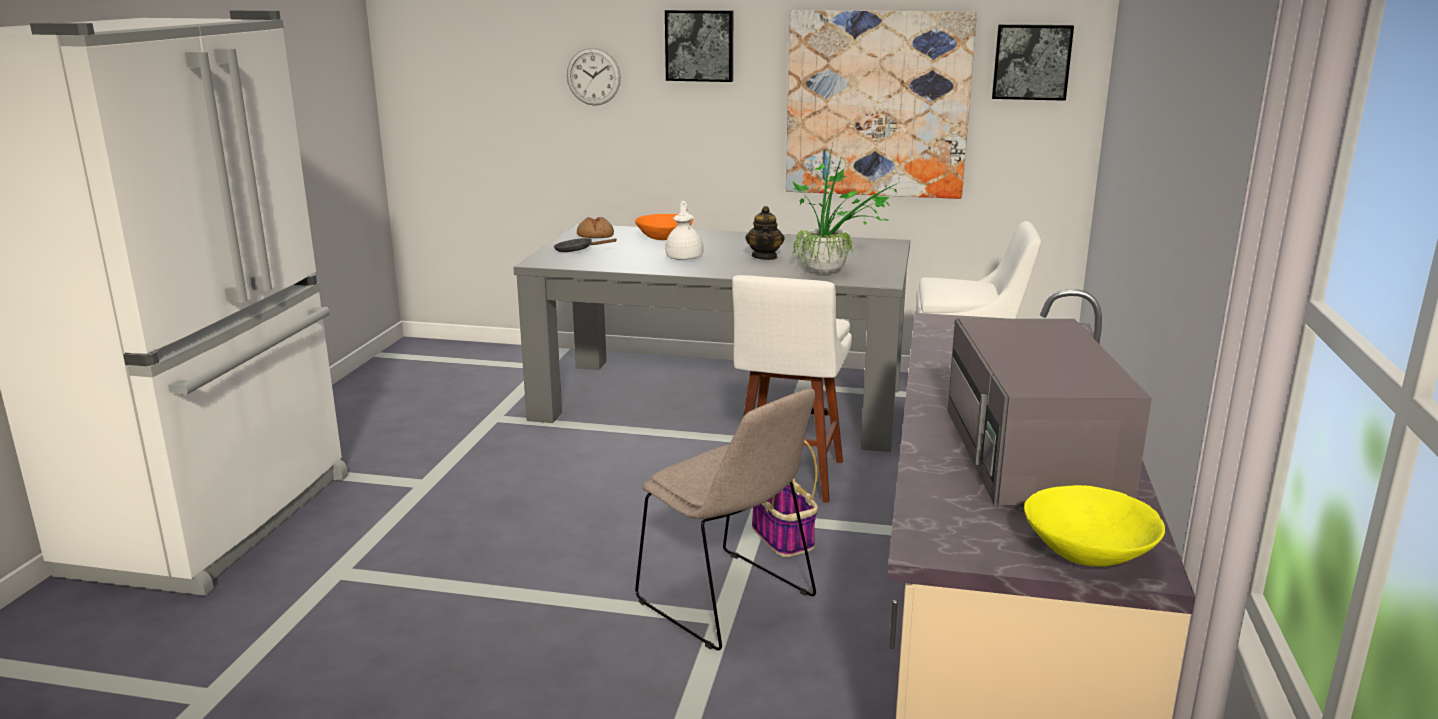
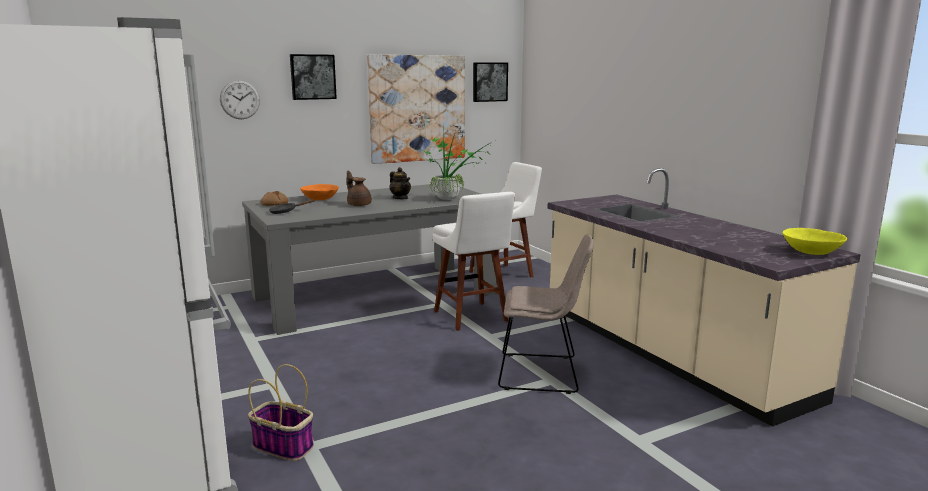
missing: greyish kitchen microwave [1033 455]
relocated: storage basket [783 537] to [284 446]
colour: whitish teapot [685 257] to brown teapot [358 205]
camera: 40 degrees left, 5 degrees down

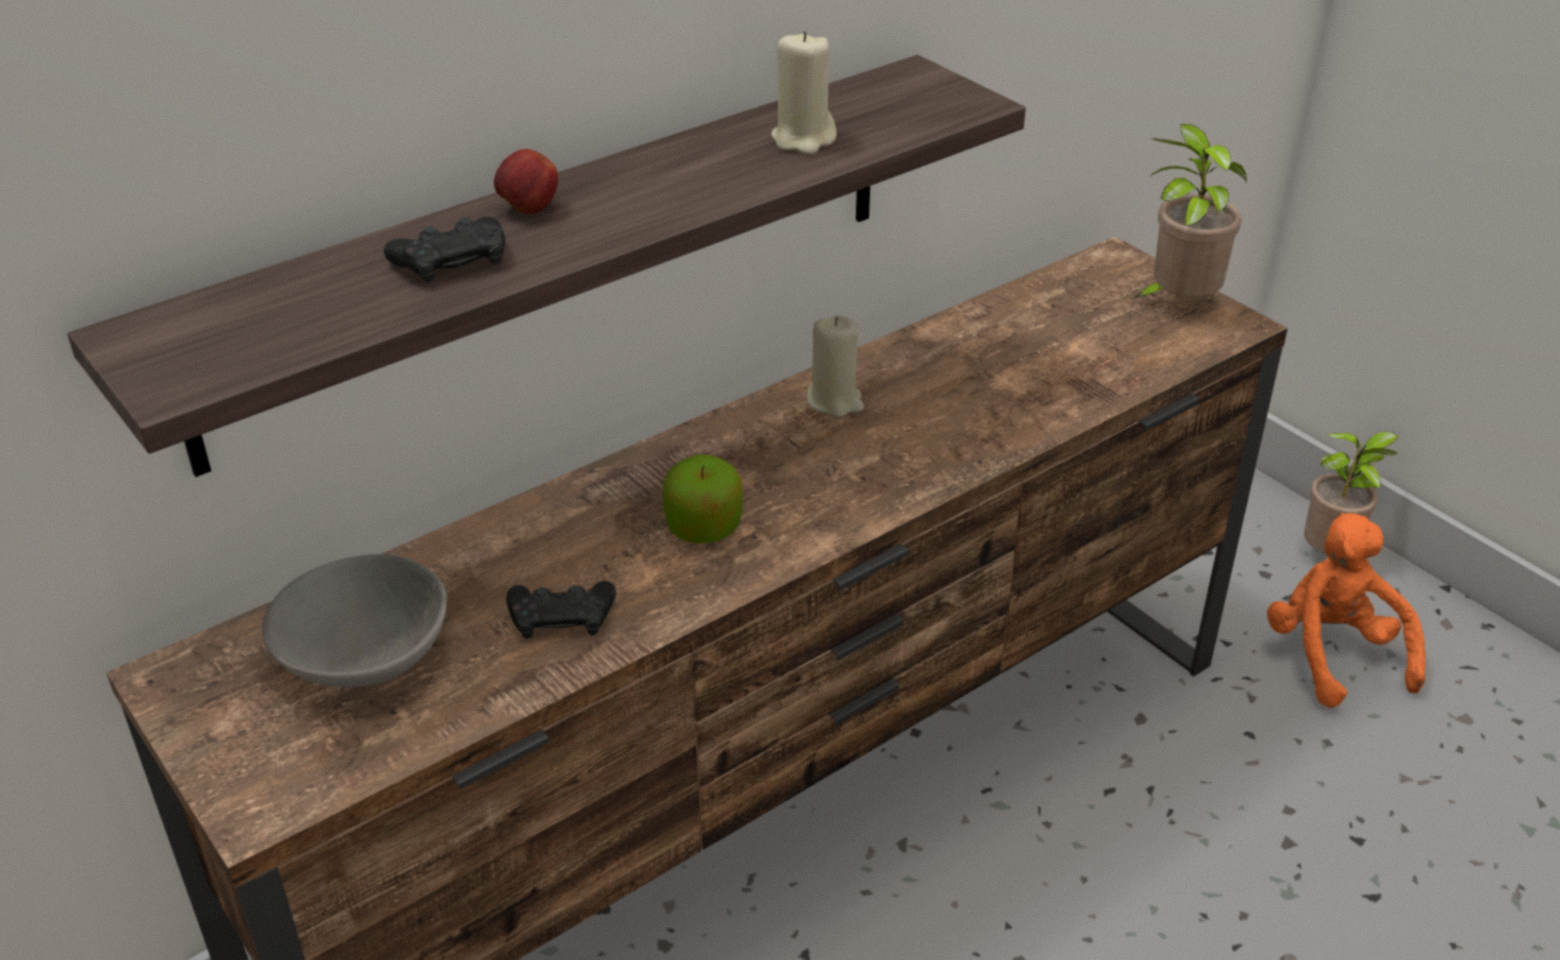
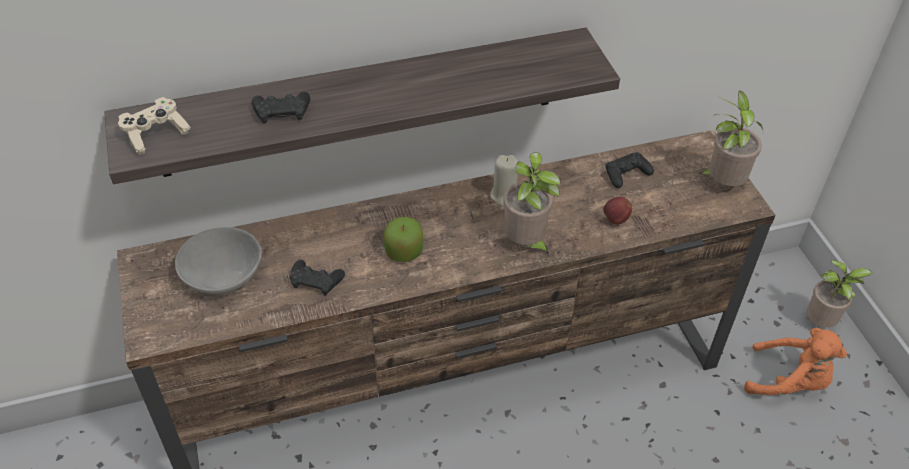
missing: beige wax candle [803 139]
appeared: beige gamepad [155 134]; houseplant [526 244]; black gamepad [626 174]
relocated: apple fruit [529 210] to [615 220]
spun: orangey cuddly toy [1332 654] = [789 381] 105 degrees clockwise
camera: 20 degrees right, 10 degrees up

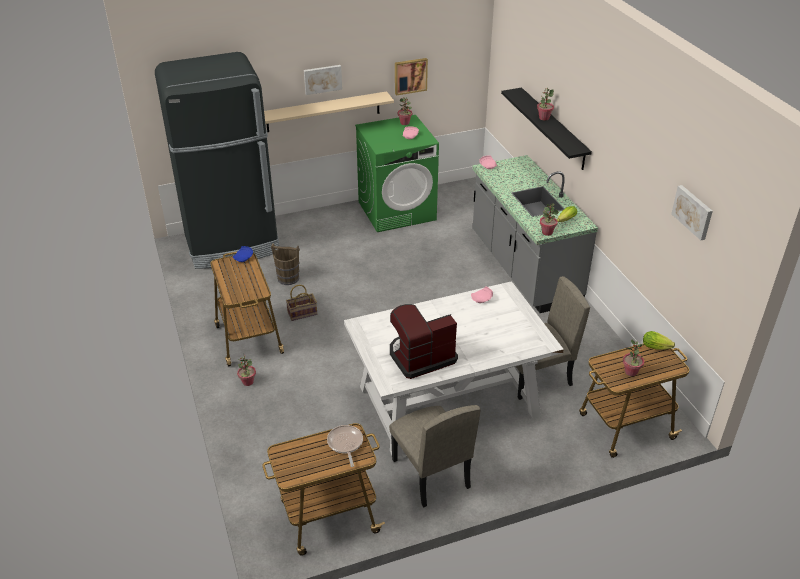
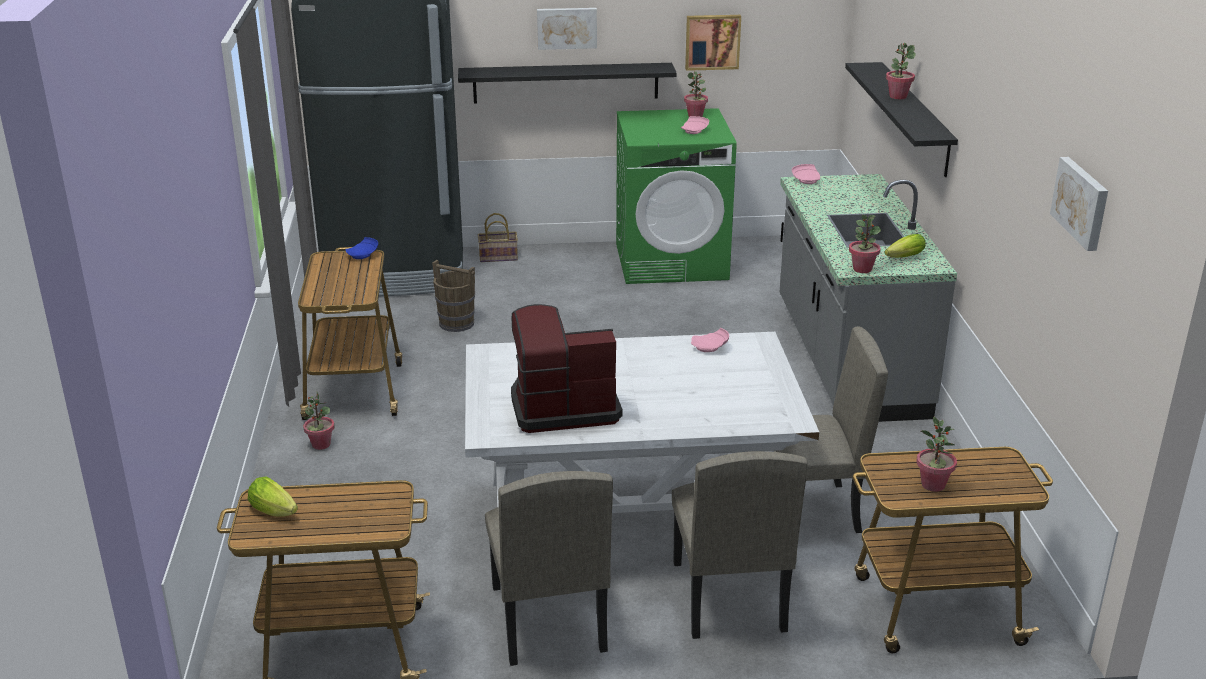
missing: skillet [345 444]
appeared: beige plain chair [727 596]
relocated: lettuce [657 347] to [275 511]; storage basket [303 313] to [499 257]
colour: beige wall shelf [323 112] to black wall shelf [566 83]
camera: 15 degrees right, 10 degrees down

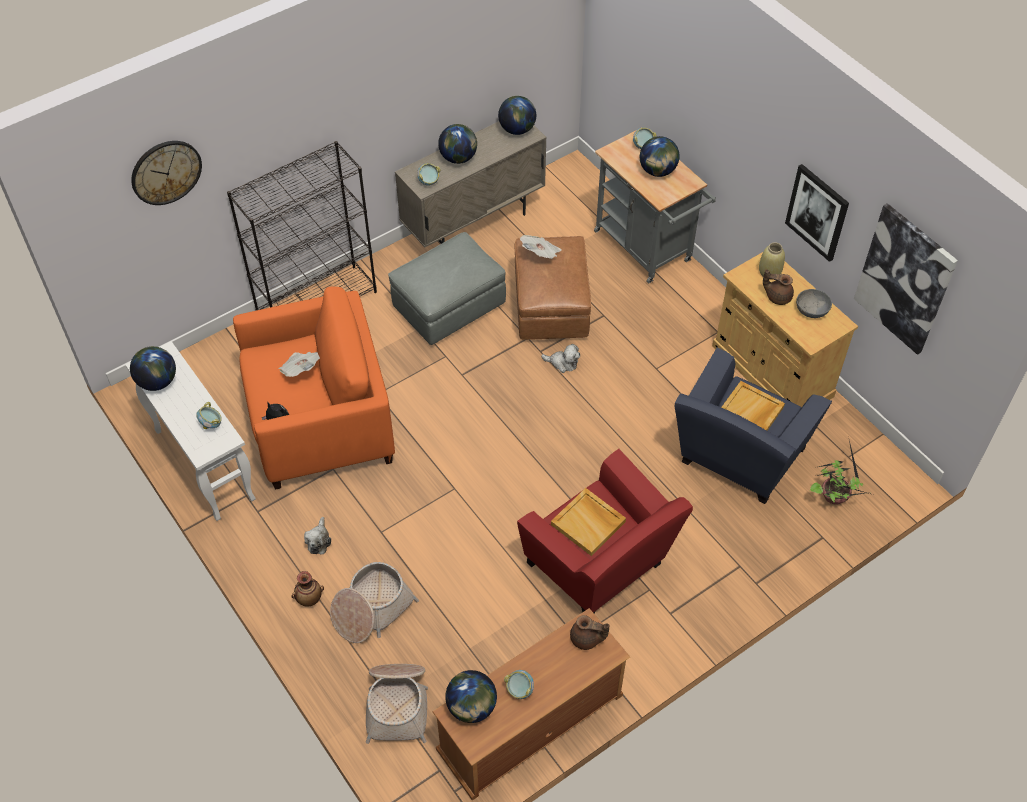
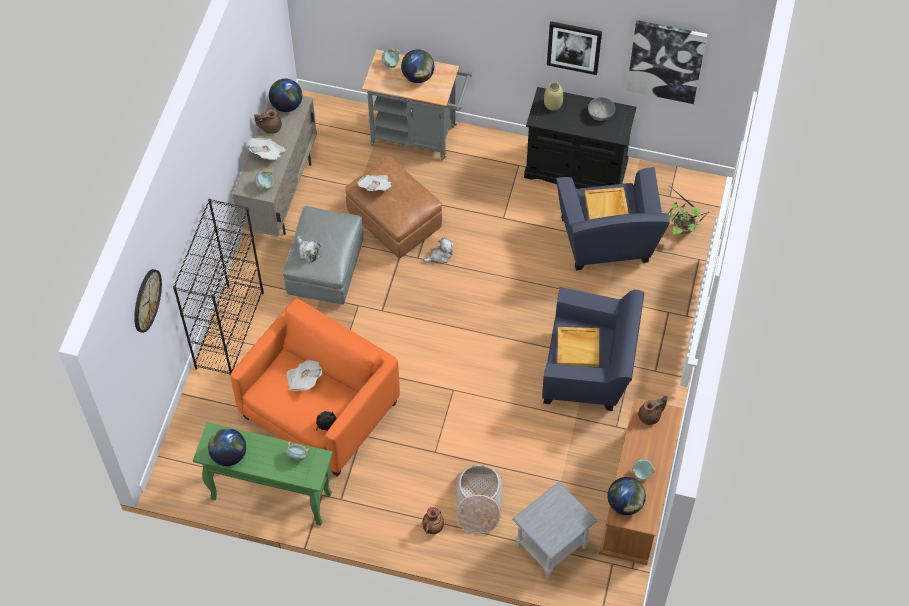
relocated: brown teapot [777 296] to [270 127]; cuddly toy [318 540] to [308 252]
exchanged: world globe [458 158] to printed paper [267 154]; storage basket [398 704] to greyish side table [551 546]
colour: whitish console table [203 464] to green-coloured console table [270 496]; beige storage cabinet [771 371] to black storage cabinet [575 170]; red-coloured armchair [600 566] to blue armchair [589 373]
camera: 40 degrees left, 5 degrees up

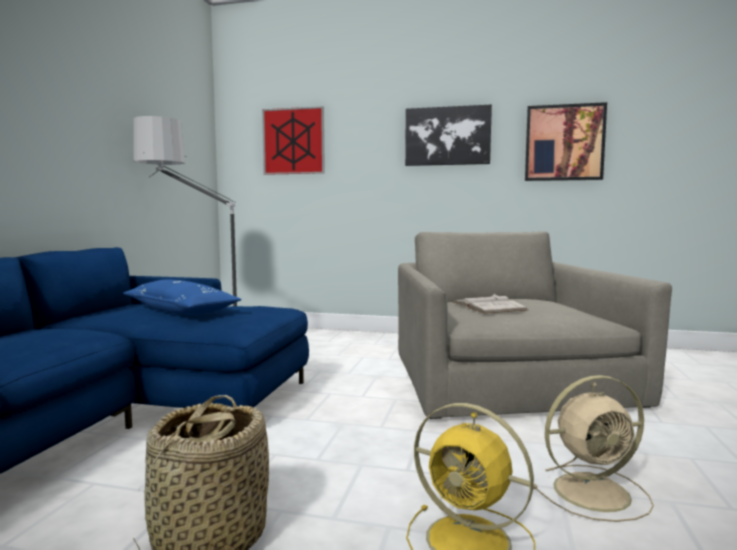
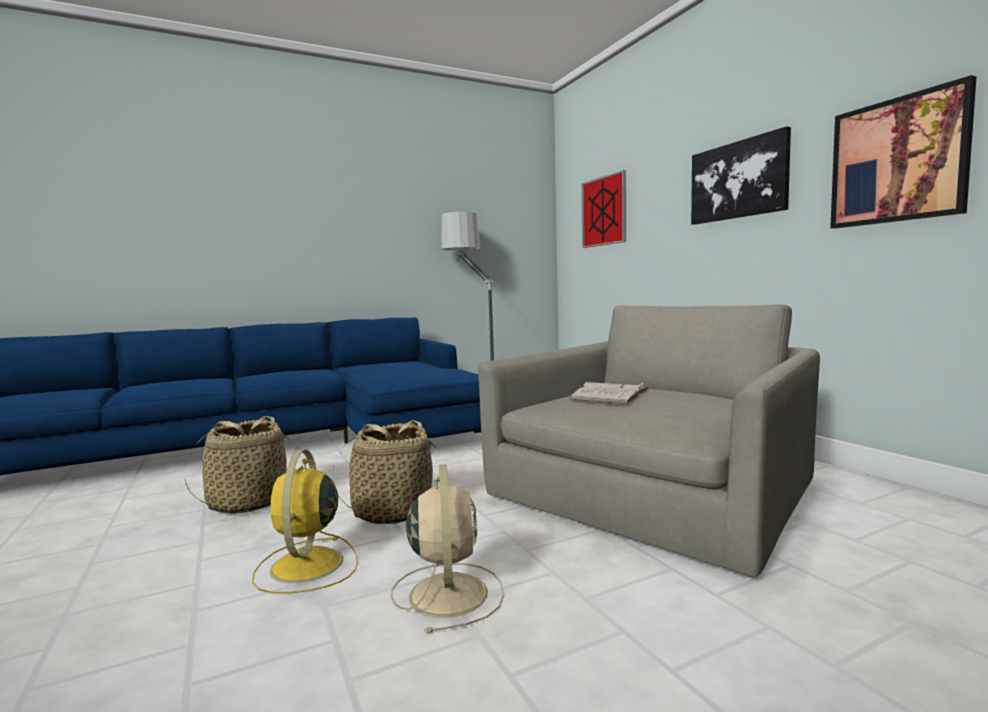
missing: blue pillow [181 310]
appeared: storage basket [392 512]
spun: beige electric fan [594 491] = [448 592] 135 degrees counterclockwise
camera: 50 degrees right, 0 degrees up

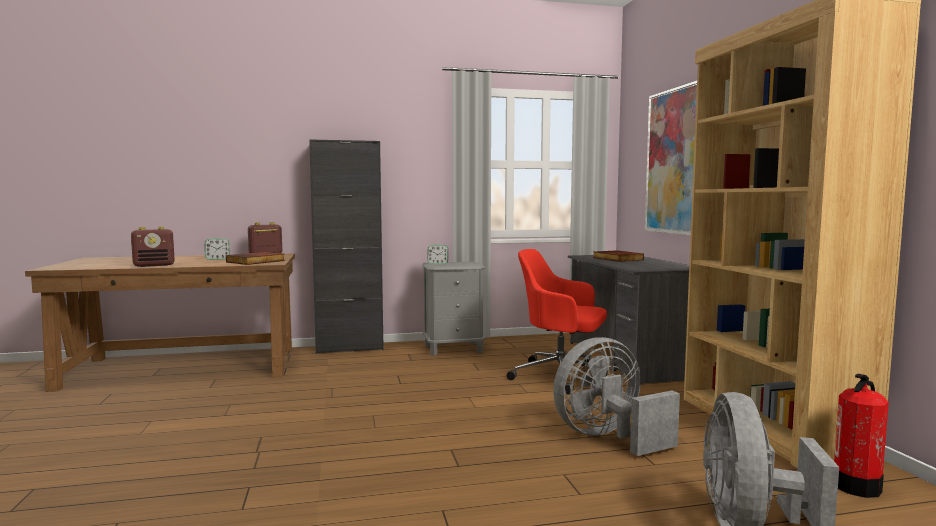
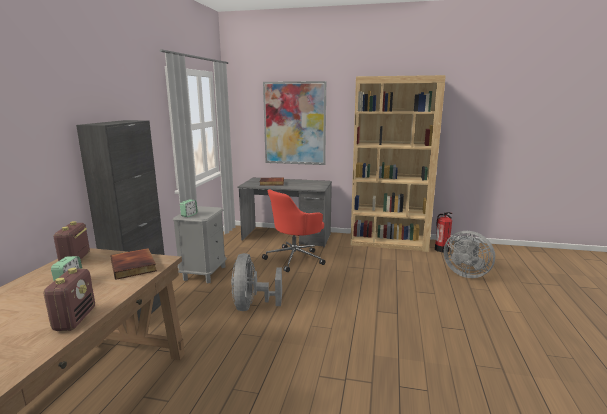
relocated: greyish electric fan [608 437] to [252 305]
camera: 65 degrees left, 10 degrees up

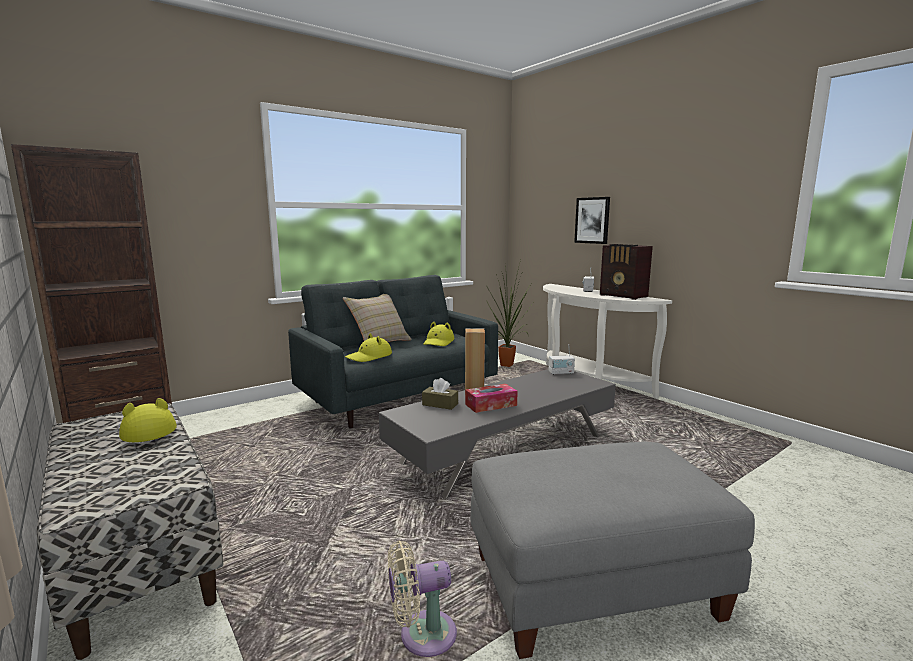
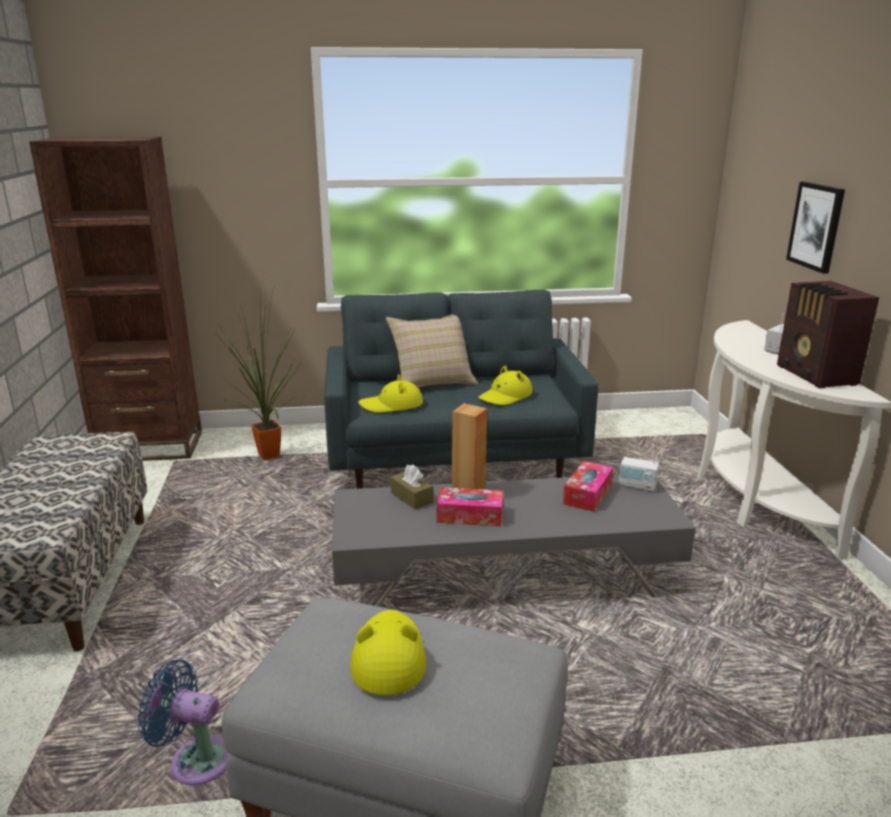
appeared: tissue box [587 494]
relocated: houseplant [508 366] to [269 458]; yellow hat [148 430] to [388 657]
colour: beige electric fan [422 635] to blue electric fan [195 759]
camera: 30 degrees right, 10 degrees up

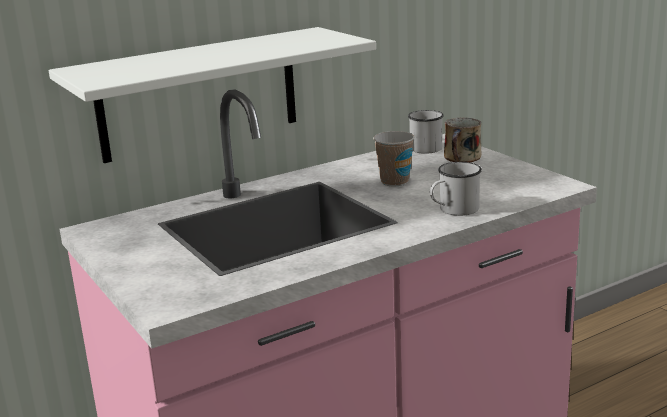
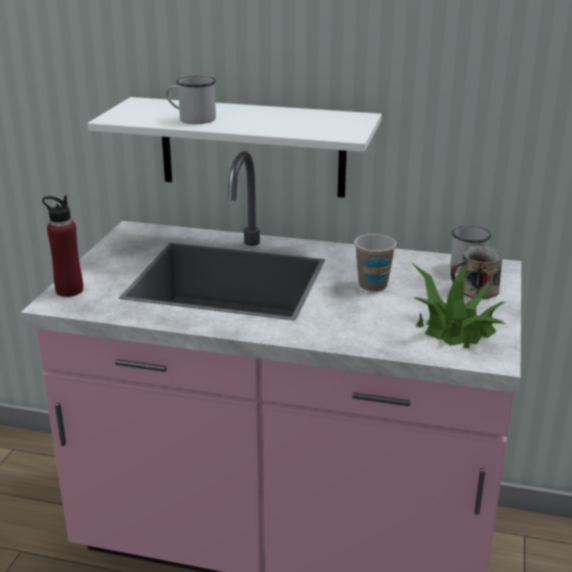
appeared: red-coloured beverage bottle [69 290]; houseplant [454 328]
relocated: whitish tea mug [454 210] to [192 119]
camera: 45 degrees right, 5 degrees up

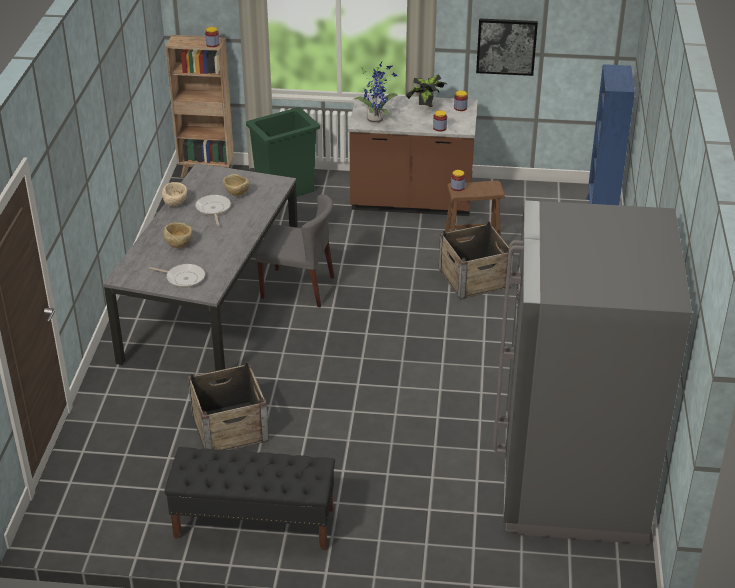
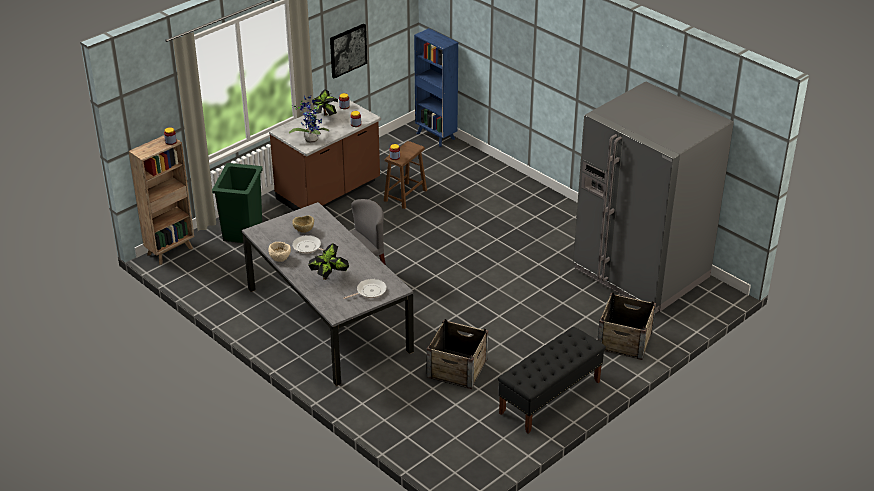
relocated: packing crate [473 278] to [624 340]
exchanged: beige bowl [179 244] to houseplant [329 277]
camera: 50 degrees left, 0 degrees up

